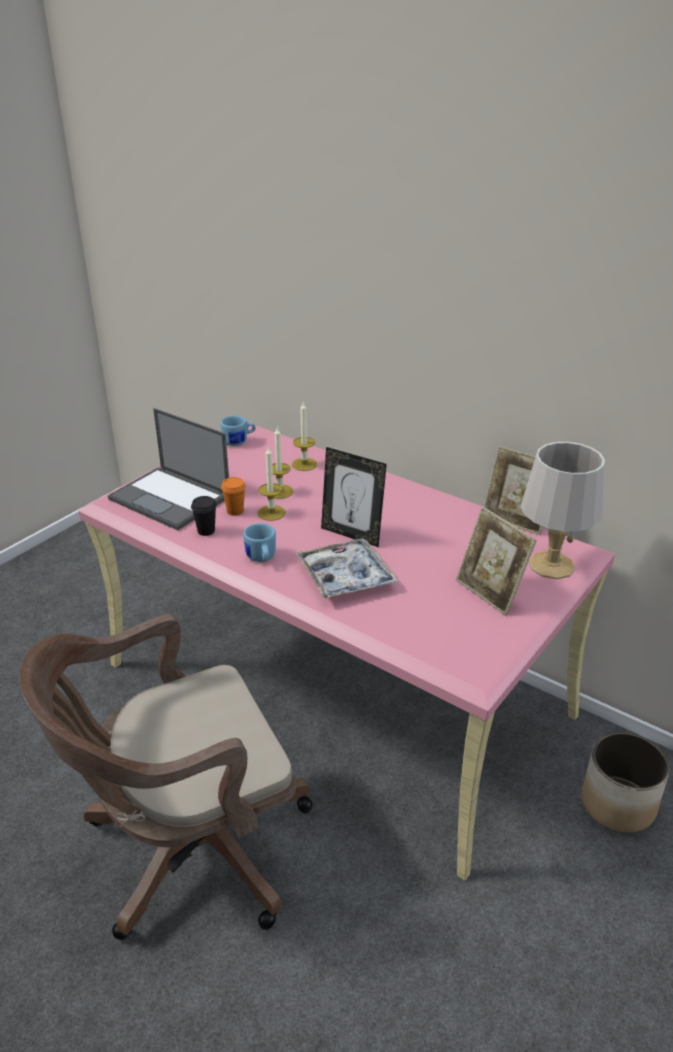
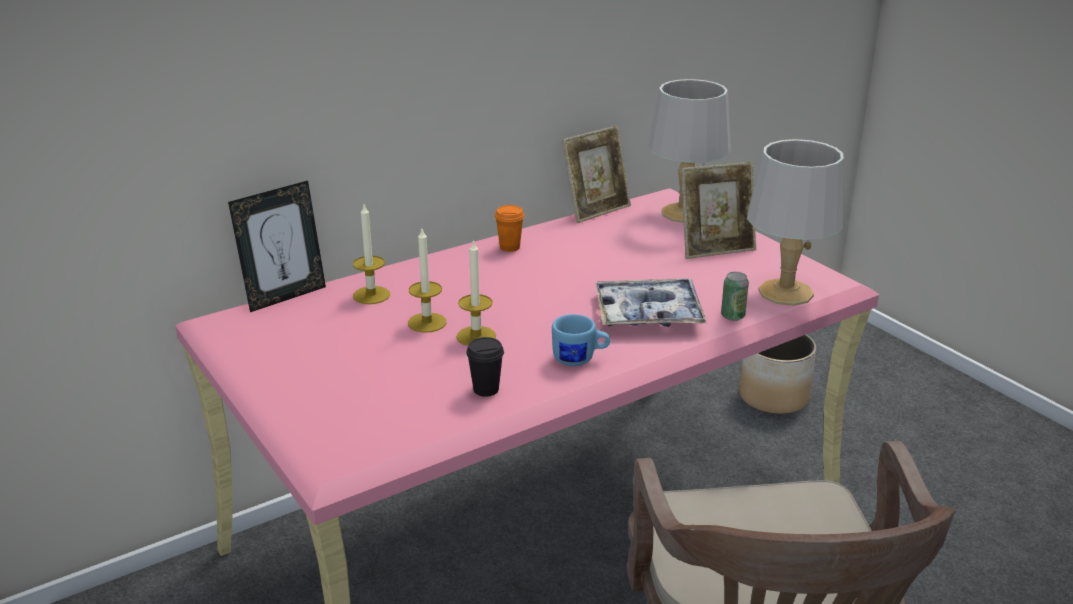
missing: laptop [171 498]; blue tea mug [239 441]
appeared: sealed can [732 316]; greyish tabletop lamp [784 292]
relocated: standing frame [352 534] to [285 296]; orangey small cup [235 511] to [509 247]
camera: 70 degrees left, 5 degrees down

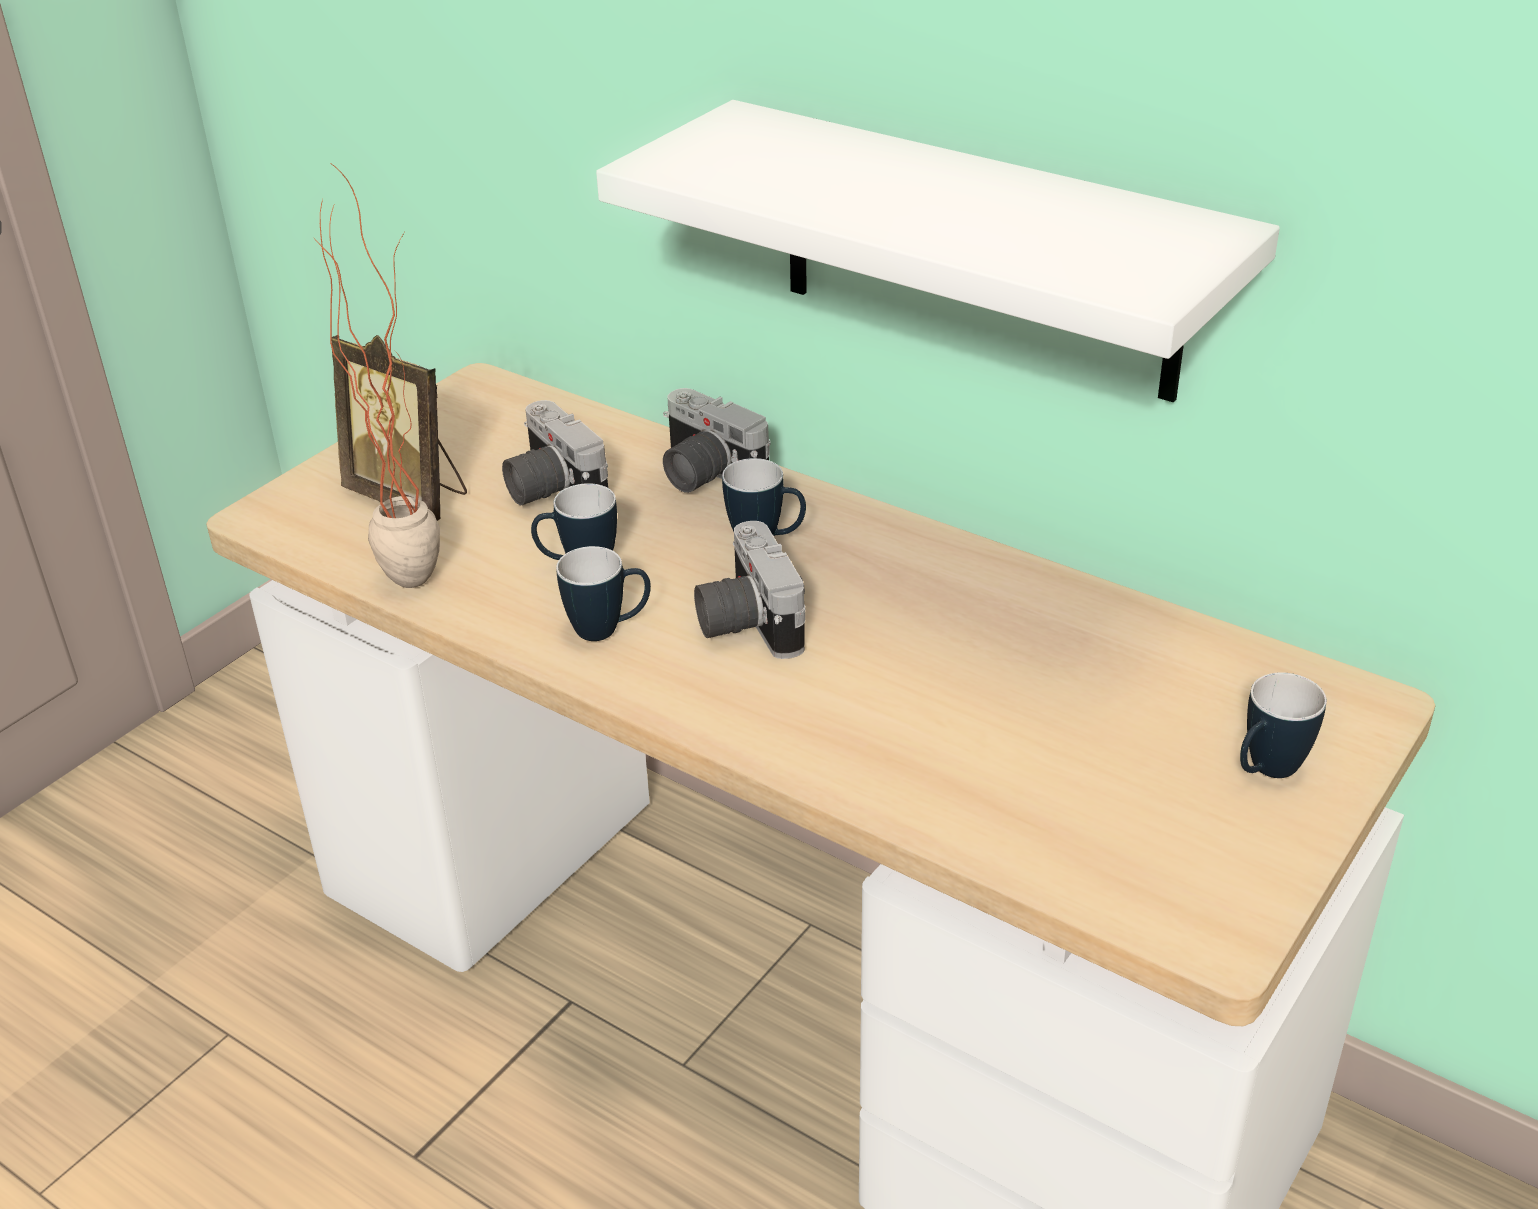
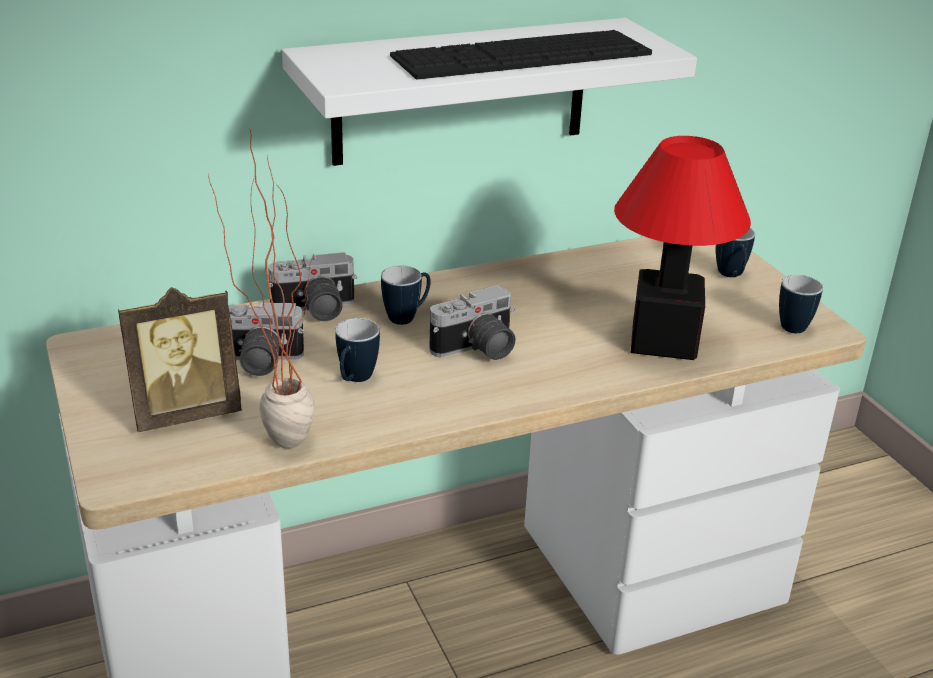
appeared: keyboard [522 55]; tabletop lamp [663 342]
relocated: tea mug [608 630] to [794 324]
spun: still camera [745 623] = [477 350] 45 degrees counterclockwise
camera: 60 degrees left, 5 degrees down

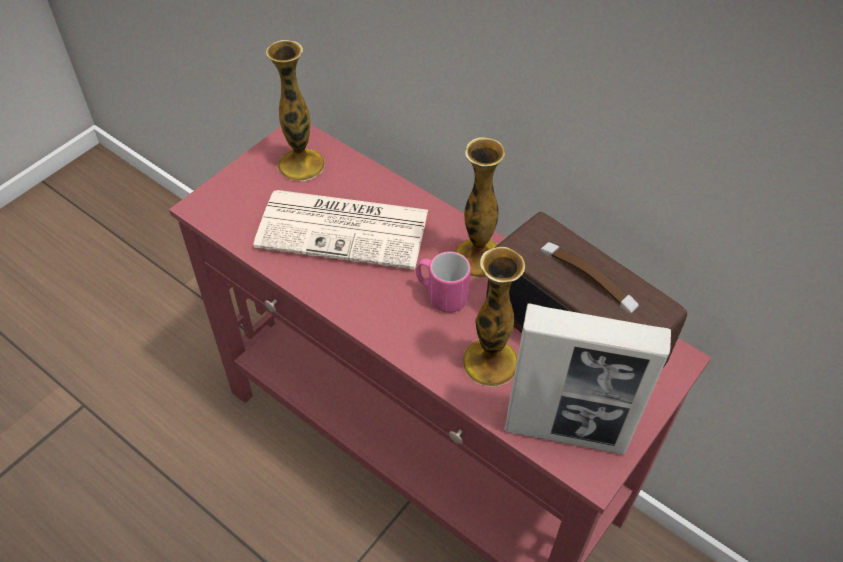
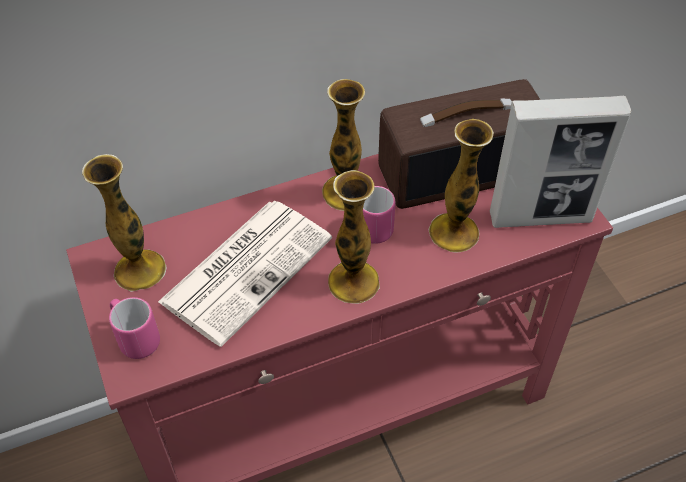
appeared: pink-coloured tea mug [135 338]; flower vase [353 281]
spun: standing frame [566 432] = [541 217] 45 degrees clockwise
camera: 60 degrees left, 0 degrees up

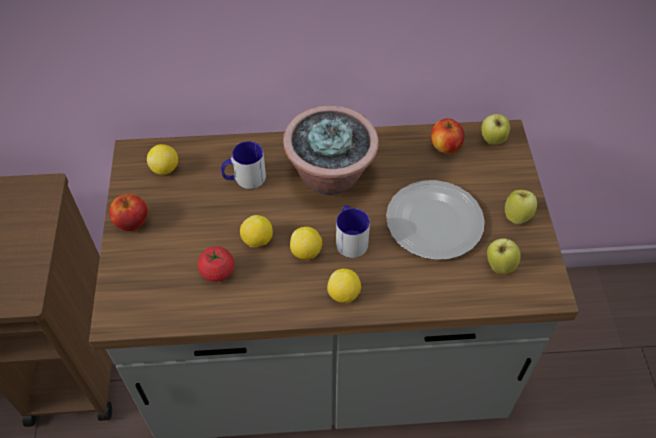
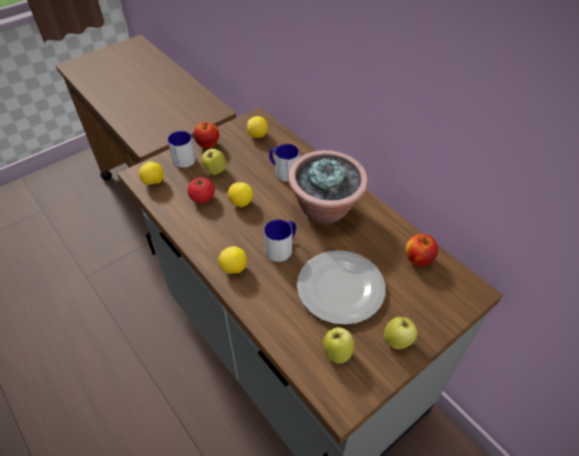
appeared: tea mug [182 157]
relocated: lemon [306 252] to [153 182]; apple fruit [492 140] to [215 171]
camera: 55 degrees right, 5 degrees down

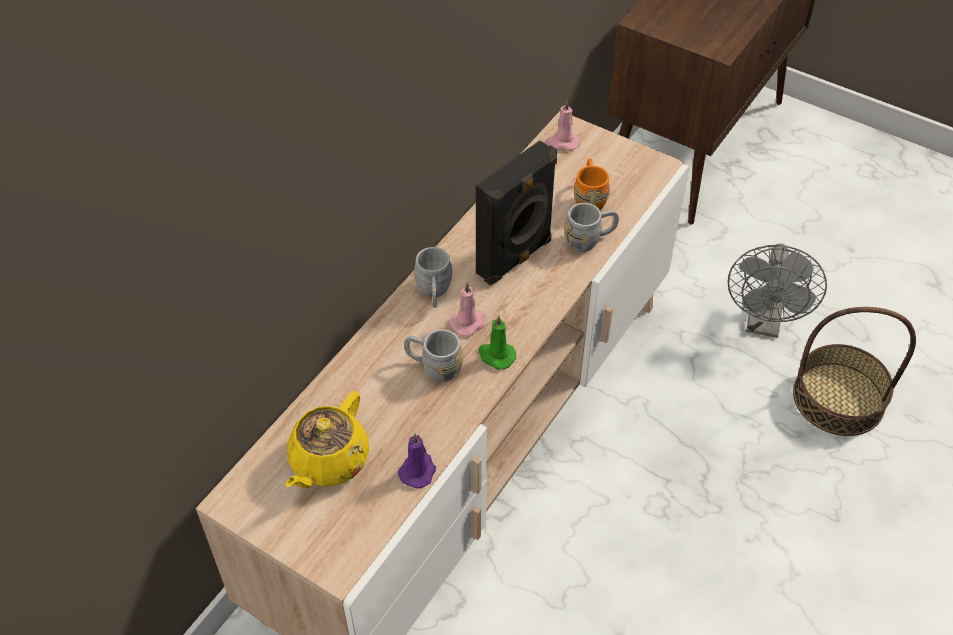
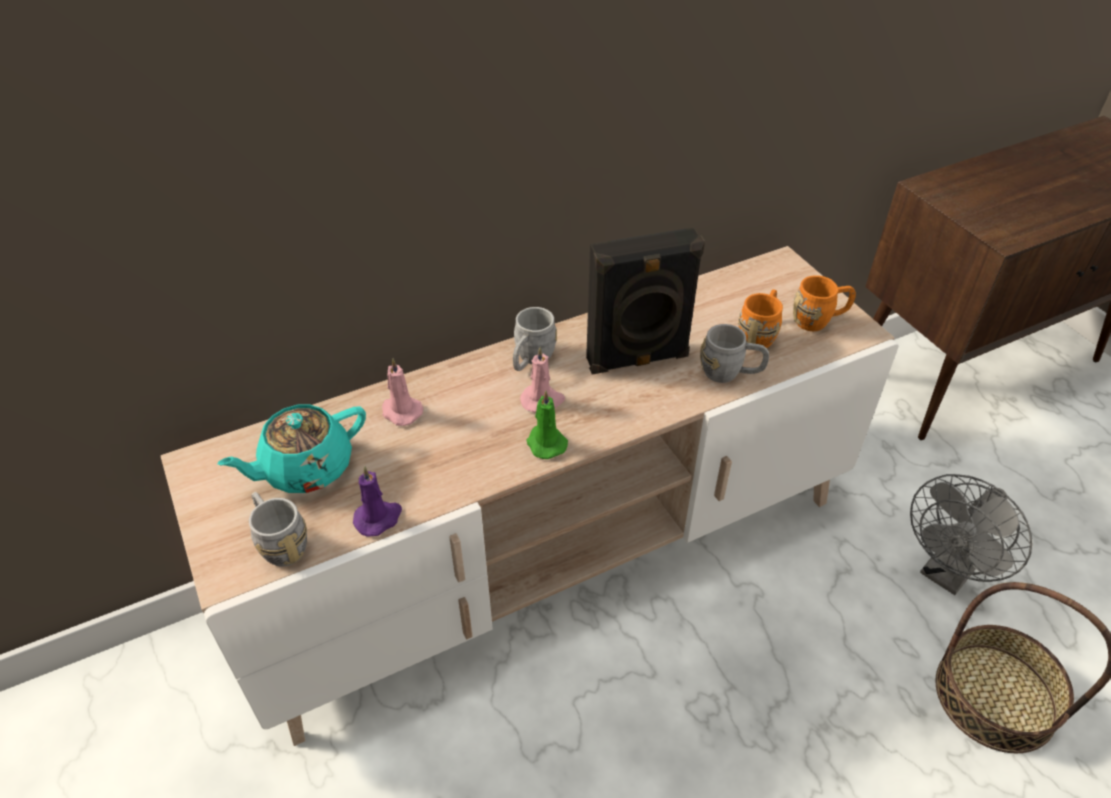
appeared: orangey tea mug [819 320]
relocated: greyish tea mug [434 367] to [280 542]; pink-coloured wax candle [562 142] to [400 411]
colour: yellow teapot [328 461] to turquoise-coloured teapot [305 468]
camera: 30 degrees right, 5 degrees down

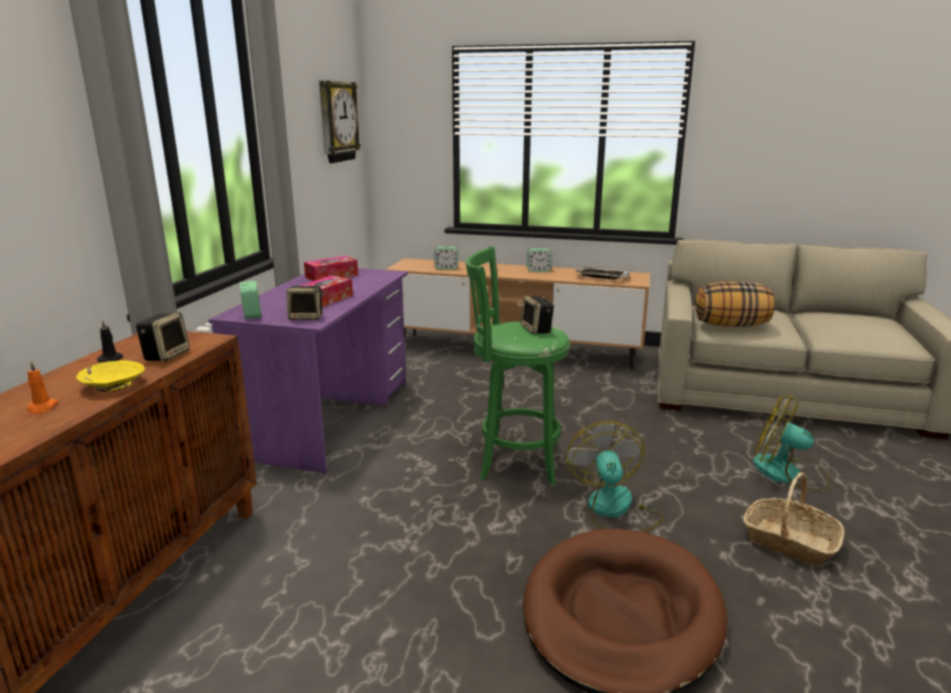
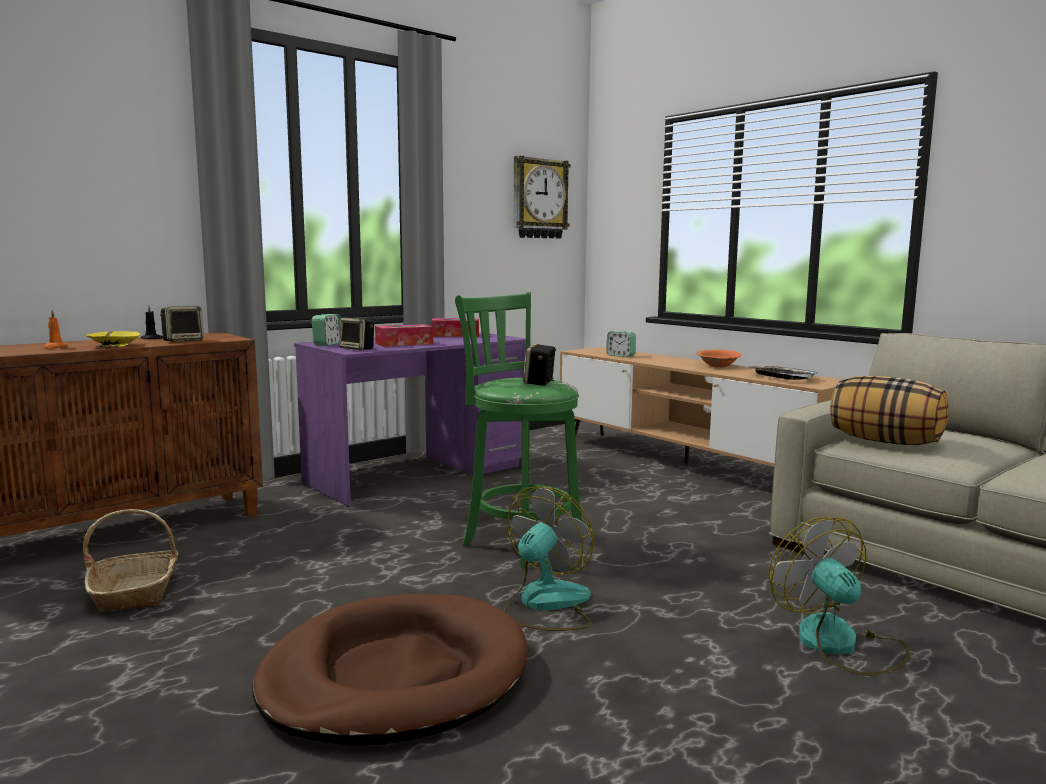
relocated: storage basket [789 542] to [136 592]
exchanged: table clock [538 270] to orangey bowl [718 366]
camera: 35 degrees right, 10 degrees down

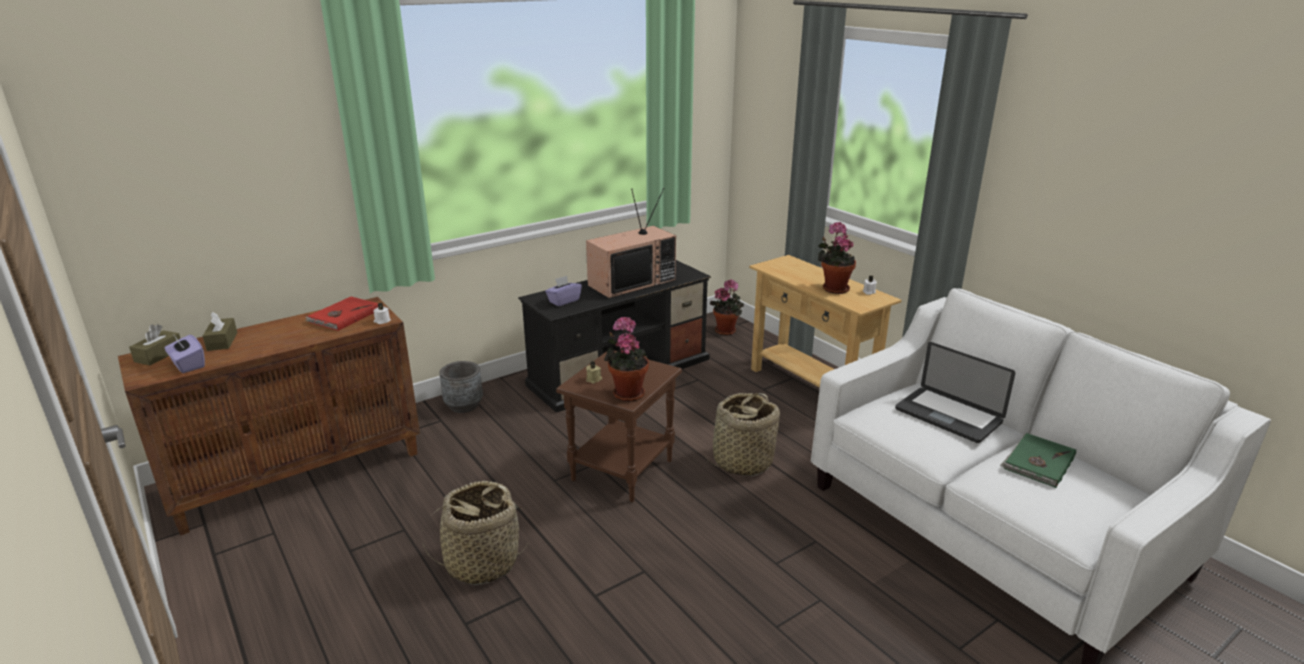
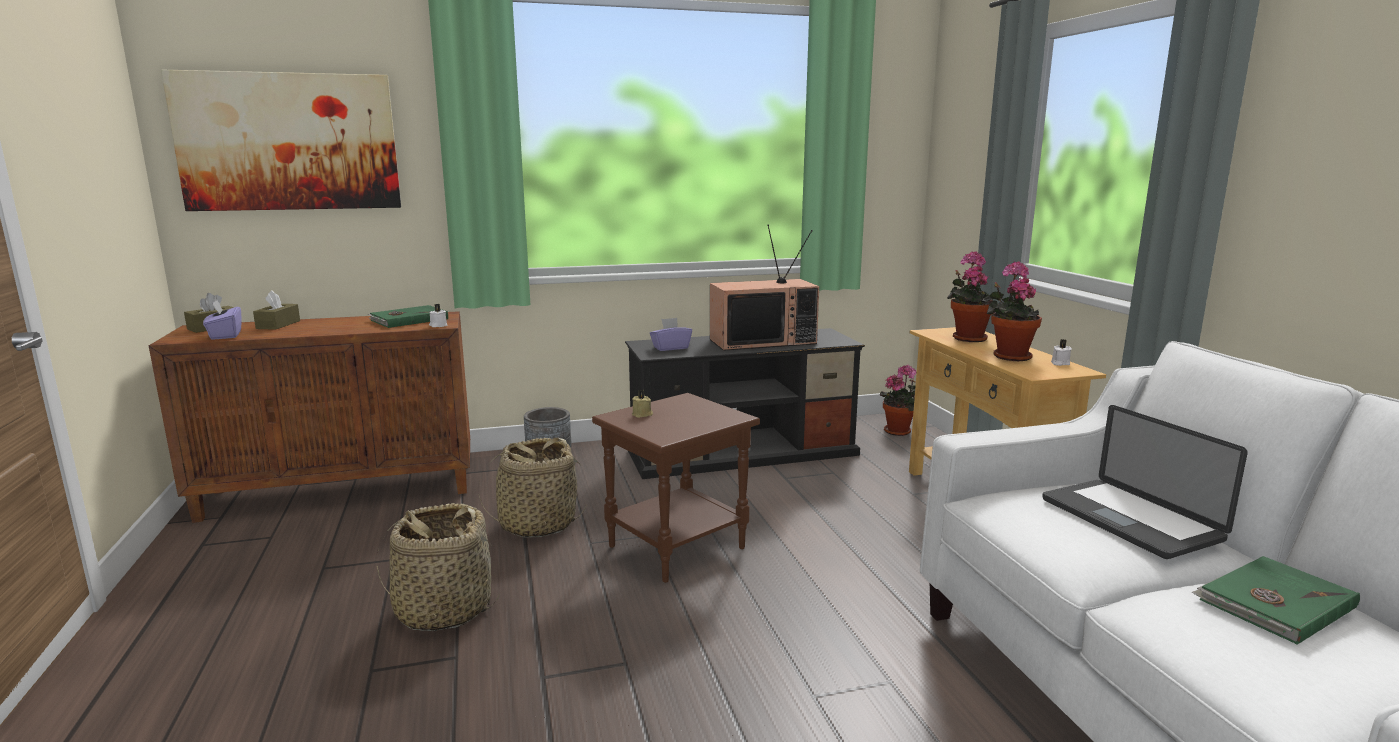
appeared: picture [289 142]
relocated: storage basket [742 461] to [537 524]; houseplant [627 393] to [967 338]
colour: red-coloured volume [343 316] to green-coloured volume [408 319]
camera: 20 degrees right, 10 degrees down

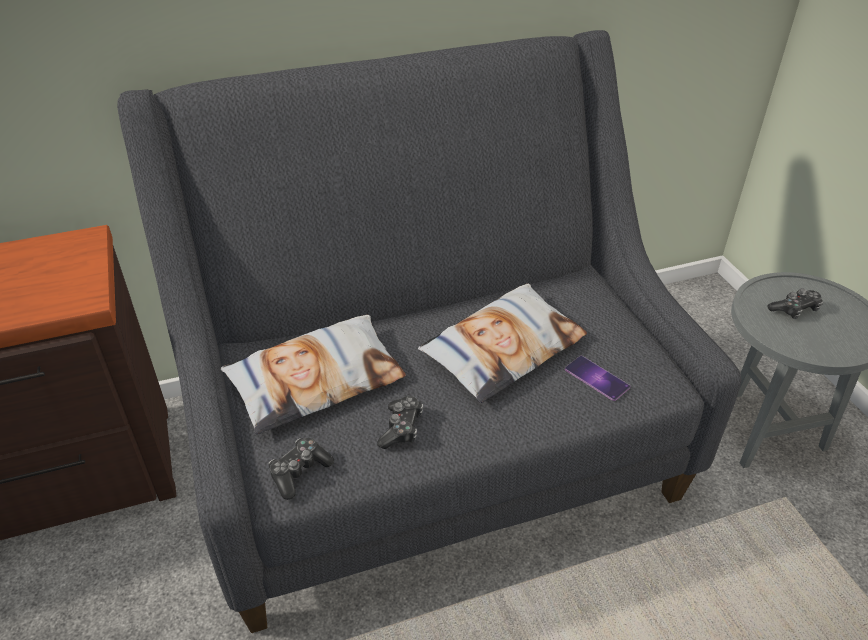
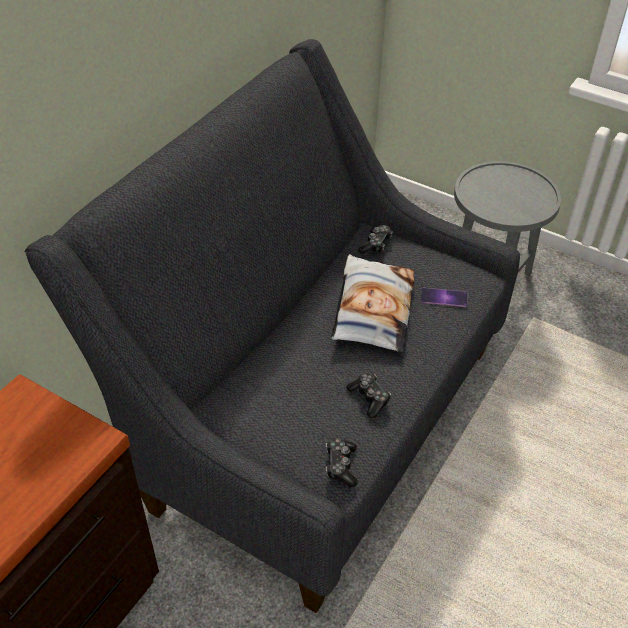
missing: pillow [316 380]
relocated: gamepad [794 310] to [376 244]
camera: 40 degrees left, 5 degrees up

